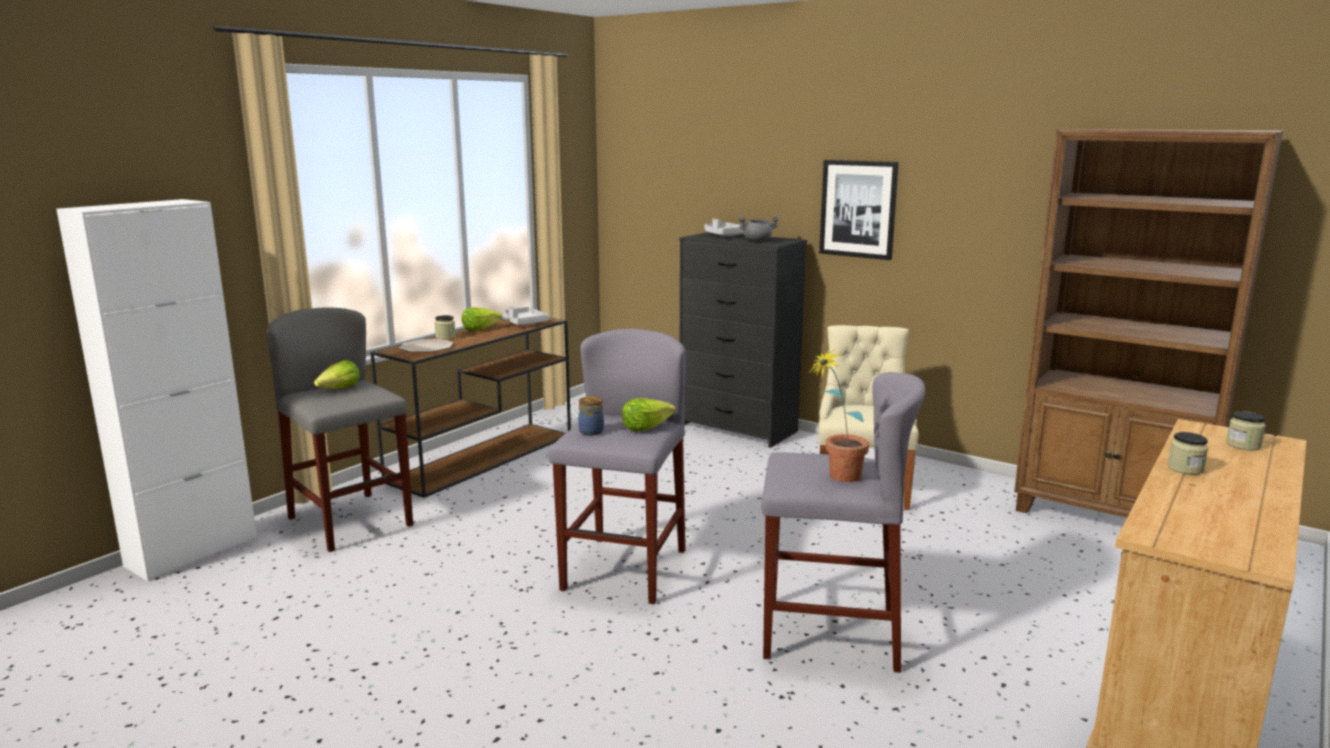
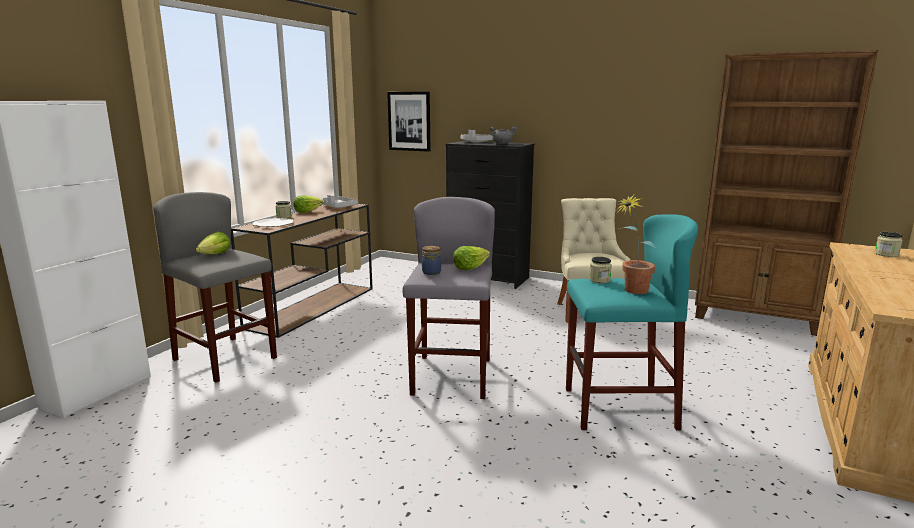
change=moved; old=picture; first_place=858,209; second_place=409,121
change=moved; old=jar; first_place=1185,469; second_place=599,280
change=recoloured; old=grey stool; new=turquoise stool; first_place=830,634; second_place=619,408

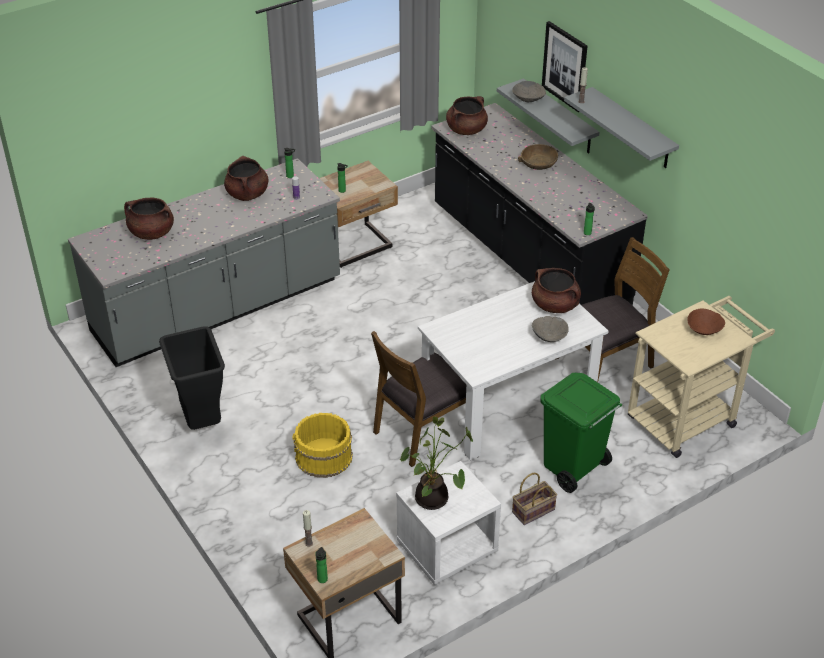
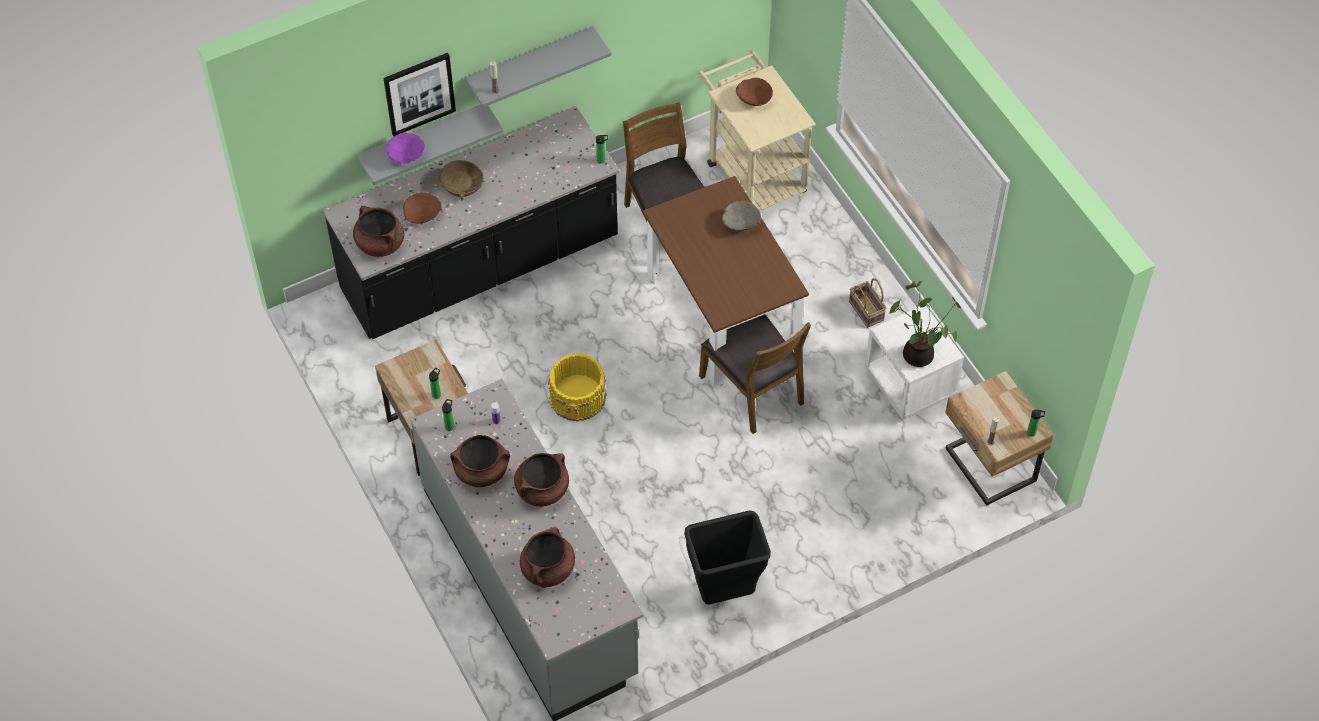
change=removed; old=green trash can; first_place=572,468
change=added; new=brown bowl; second_place=422,215
change=moved; old=yellow bucket; first_place=323,457; second_place=578,397
change=moved; old=brown cooking pot; first_place=555,305; second_place=542,489
change=recoloured; old=white dining table; new=brown dining table; first_place=507,405; second_place=722,314
change=recoloured; old=grey bowl; new=purple bowl; first_place=528,99; second_place=406,155

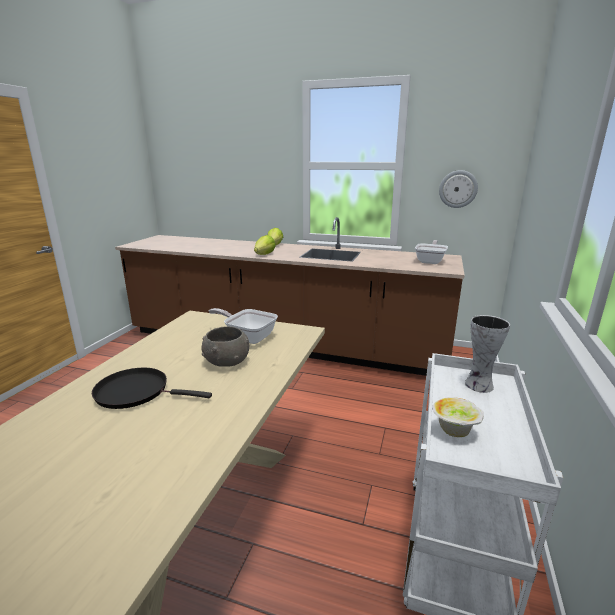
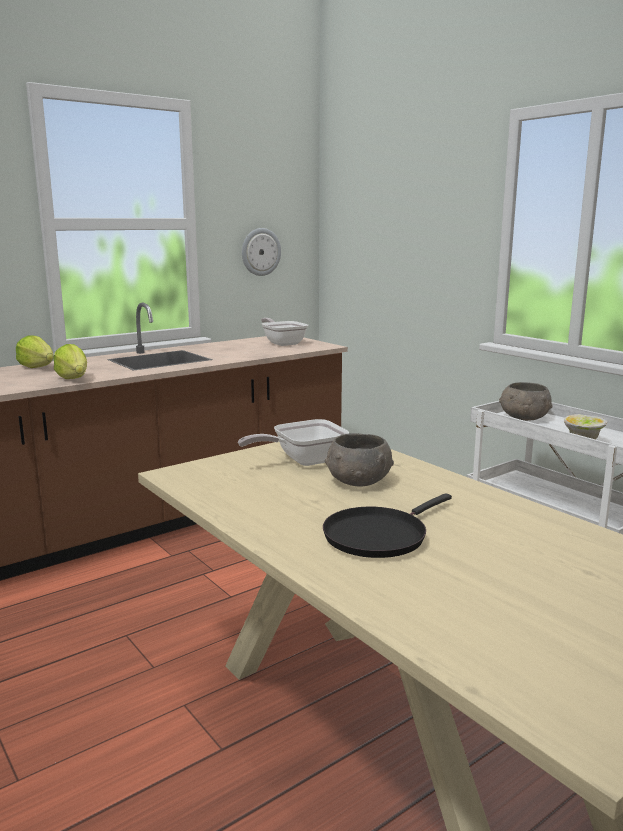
change=replaced; old=vase; new=grey bowl; first_place=477,385; second_place=524,418

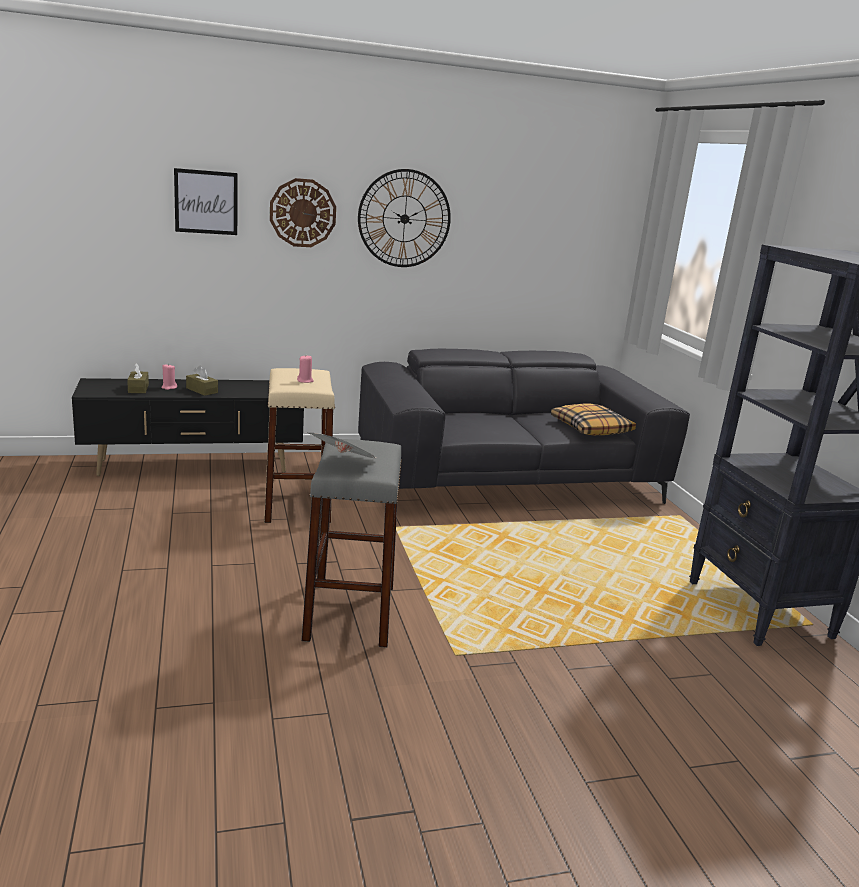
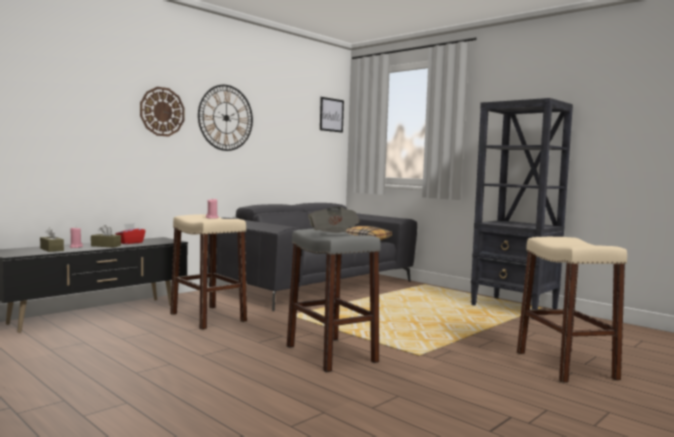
change=added; new=red tissue box; second_place=130,243
change=added; new=beige stool; second_place=565,366
change=moved; old=picture; first_place=206,202; second_place=331,115

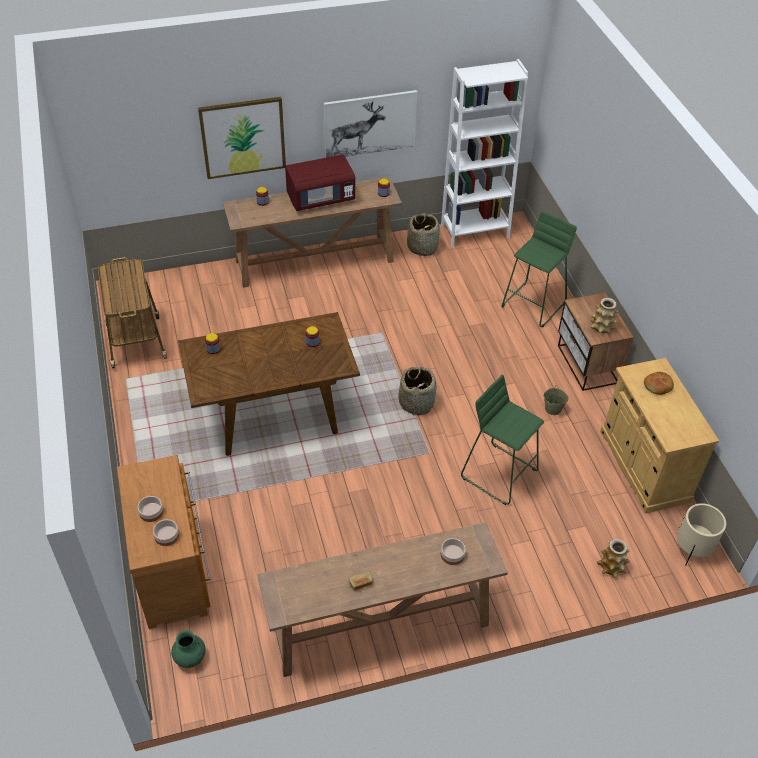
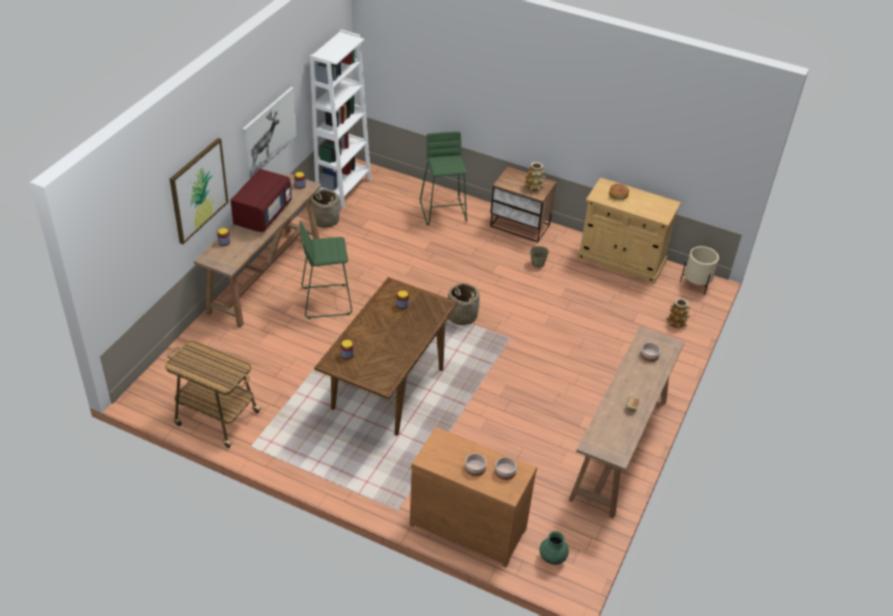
change=moved; old=green stool; first_place=499,473; second_place=326,301

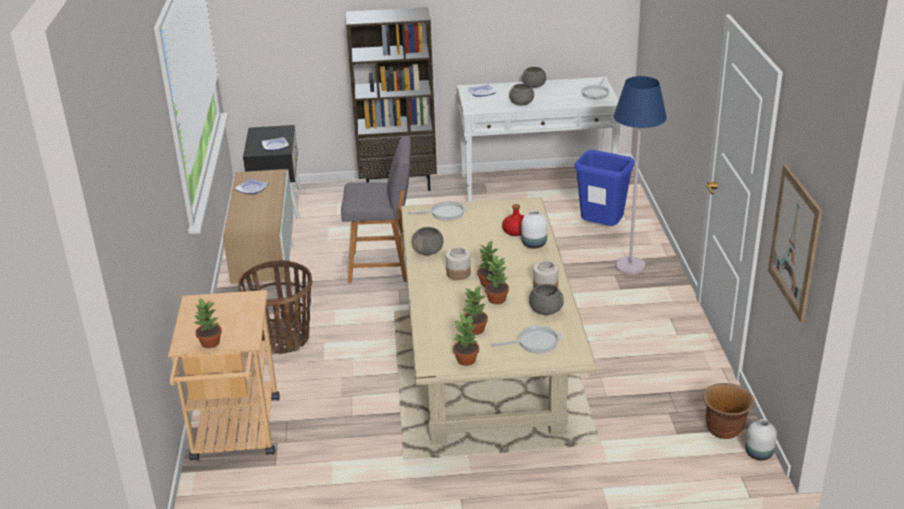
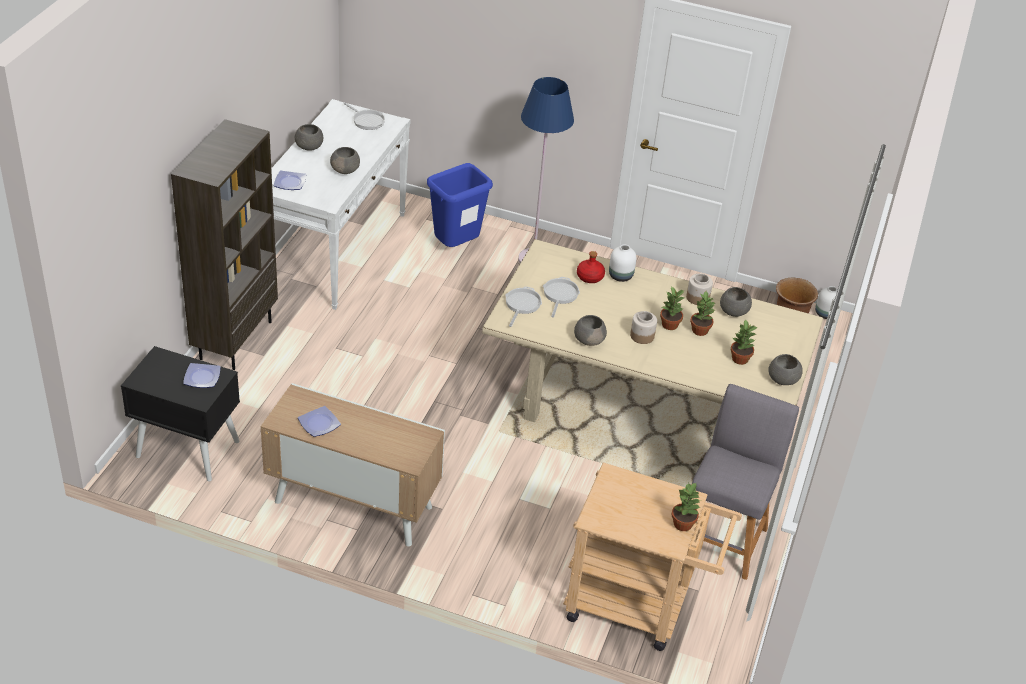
change=removed; old=basket; first_place=283,339
change=removed; old=picture; first_place=794,242
change=moved; old=grey stool; first_place=383,266; second_place=723,537
change=moved; old=frying pan; first_place=534,342; second_place=560,295
change=replaced; old=potted plant; new=grey bowl; first_place=466,360; second_place=782,379

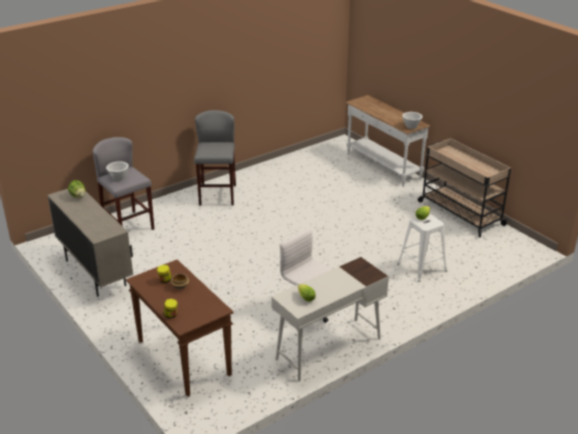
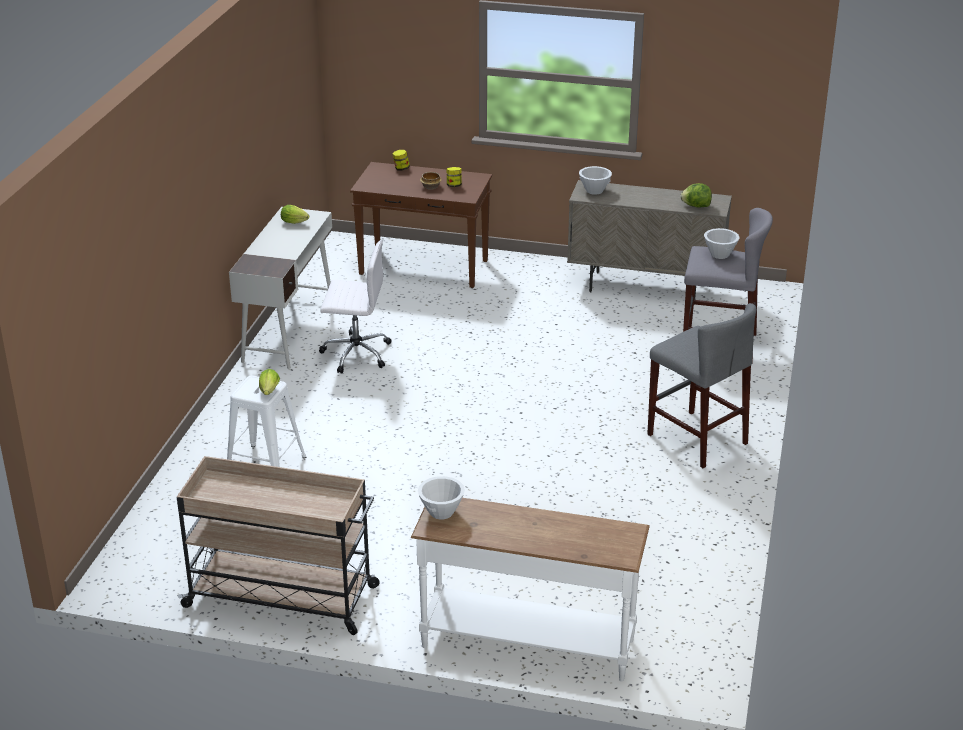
change=added; new=white bowl; second_place=594,191

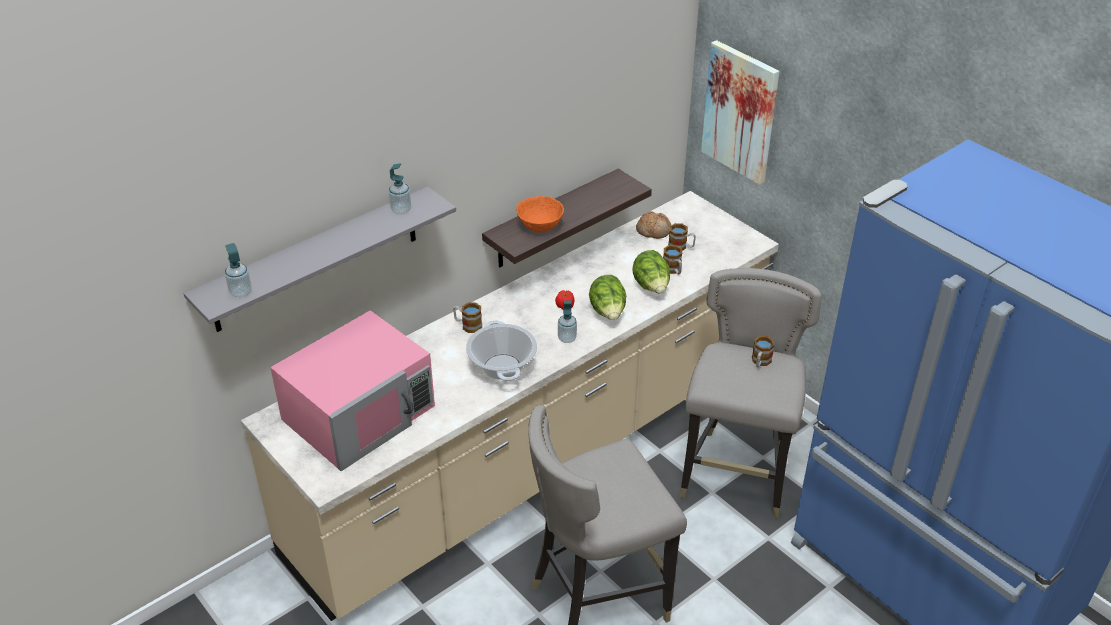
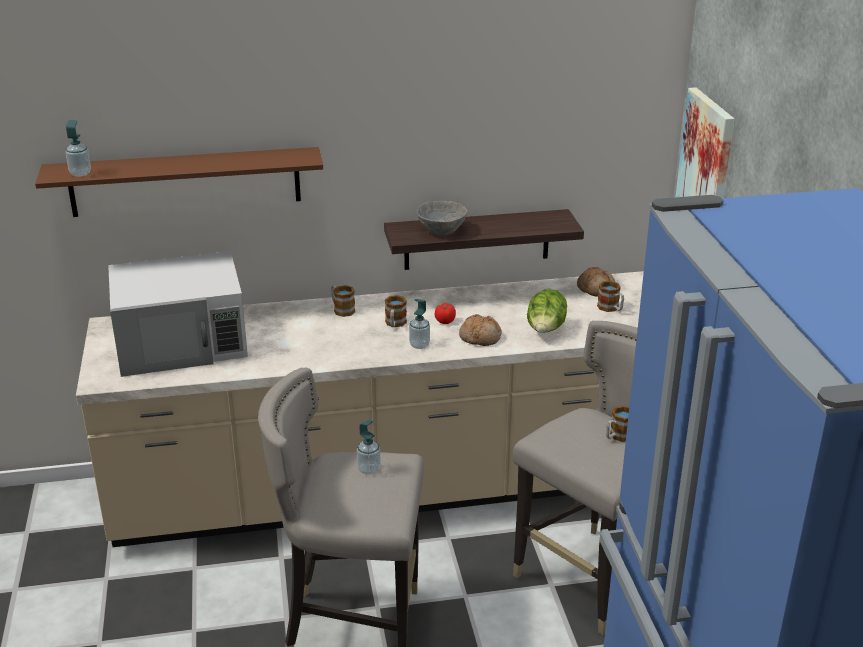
change=removed; old=cooking pot; first_place=502,367
change=moved; old=soap dispenser; first_place=401,210; second_place=369,469
change=moved; old=mug; first_place=673,270; second_place=395,324
change=replaced; old=lettuce; new=bread; first_place=608,312; second_place=480,337
change=recoloured; old=grey shelf; new=brown shelf; first_place=316,260; second_place=185,182
change=recoloured; old=pink microwave; new=white microwave; first_place=360,413; second_place=182,342
change=recoloured; old=orange bowl; new=grey bowl; first_place=540,226; second_place=441,231

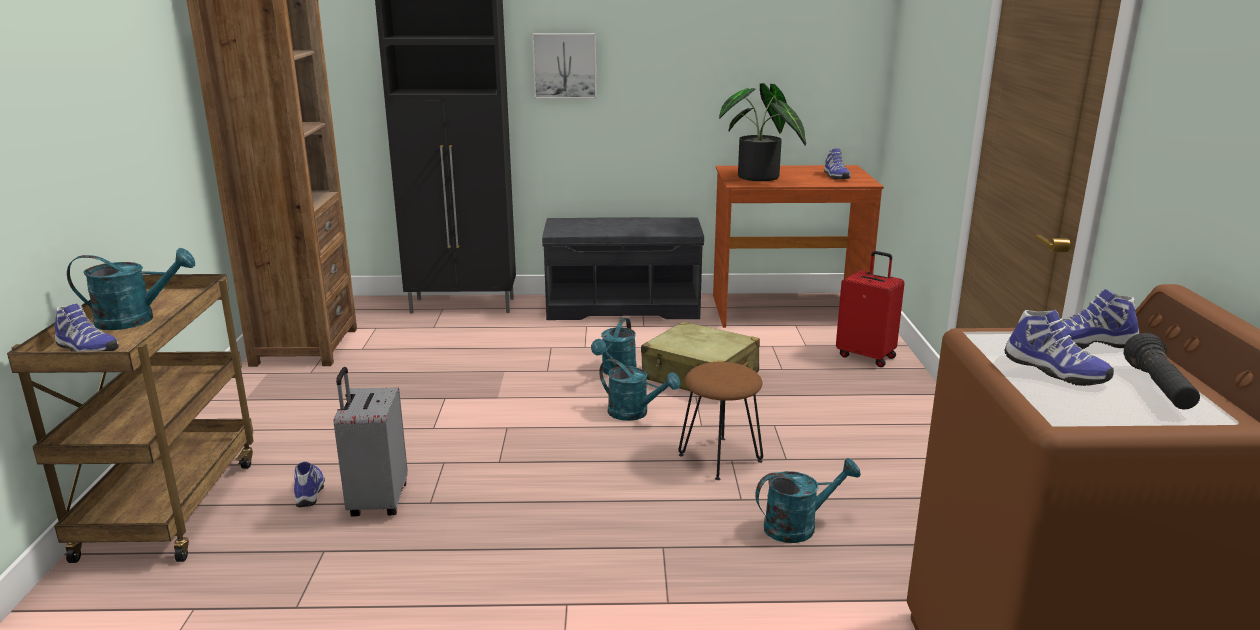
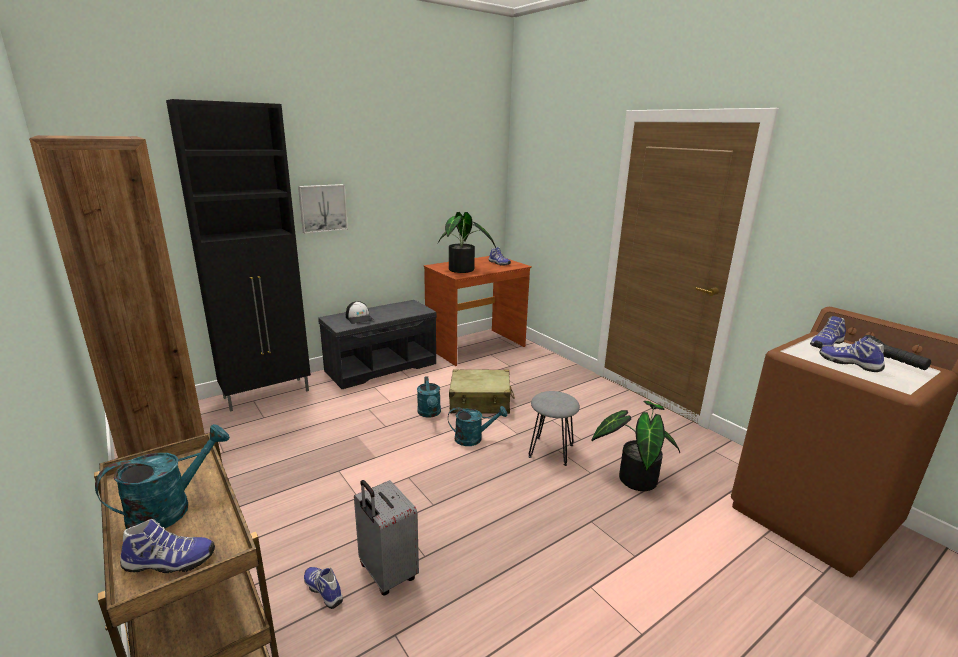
change=removed; old=red suitcase; first_place=866,356
change=added; new=cap; second_place=359,318
change=replaced; old=turquoise watering can; new=potted plant; first_place=798,526; second_place=633,477
change=recoloured; old=brown stool; new=grey stool; first_place=720,458; second_place=551,450
change=turned; old=shoe; first_place=1053,371; second_place=849,363; degrees=-150

